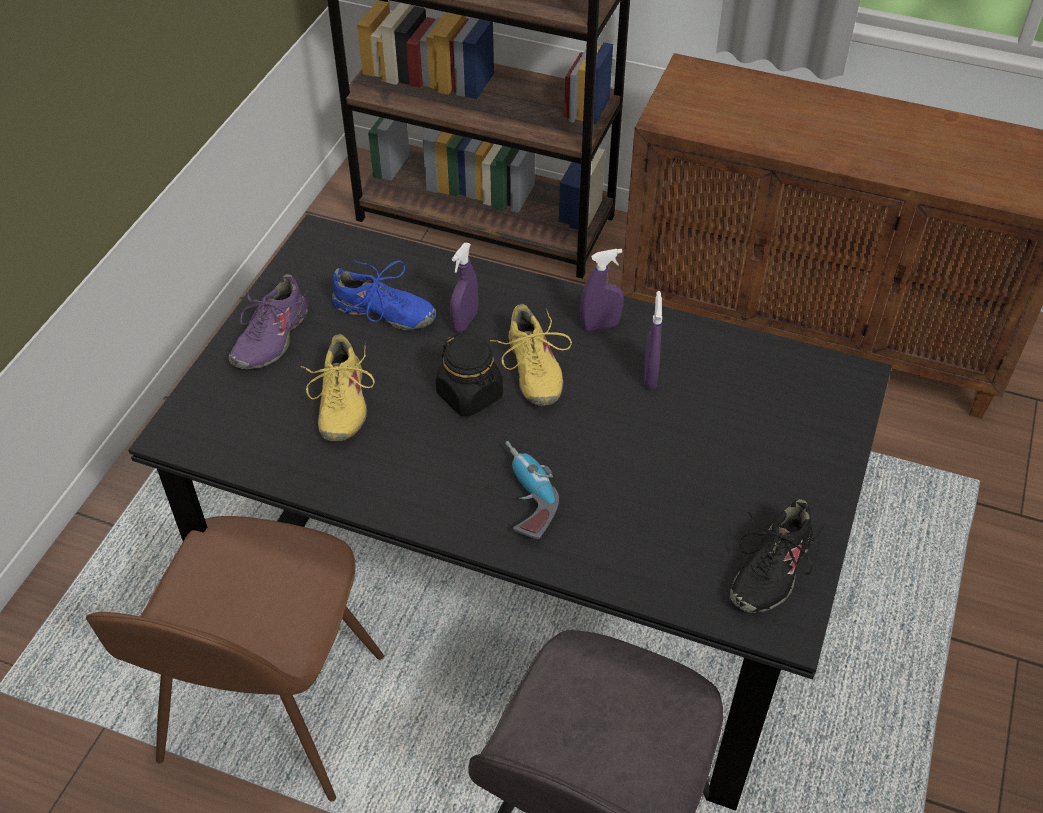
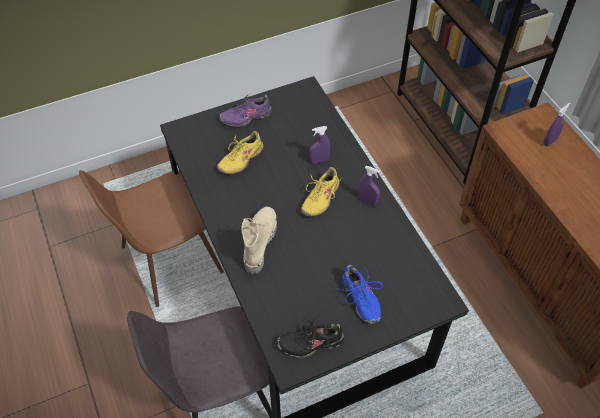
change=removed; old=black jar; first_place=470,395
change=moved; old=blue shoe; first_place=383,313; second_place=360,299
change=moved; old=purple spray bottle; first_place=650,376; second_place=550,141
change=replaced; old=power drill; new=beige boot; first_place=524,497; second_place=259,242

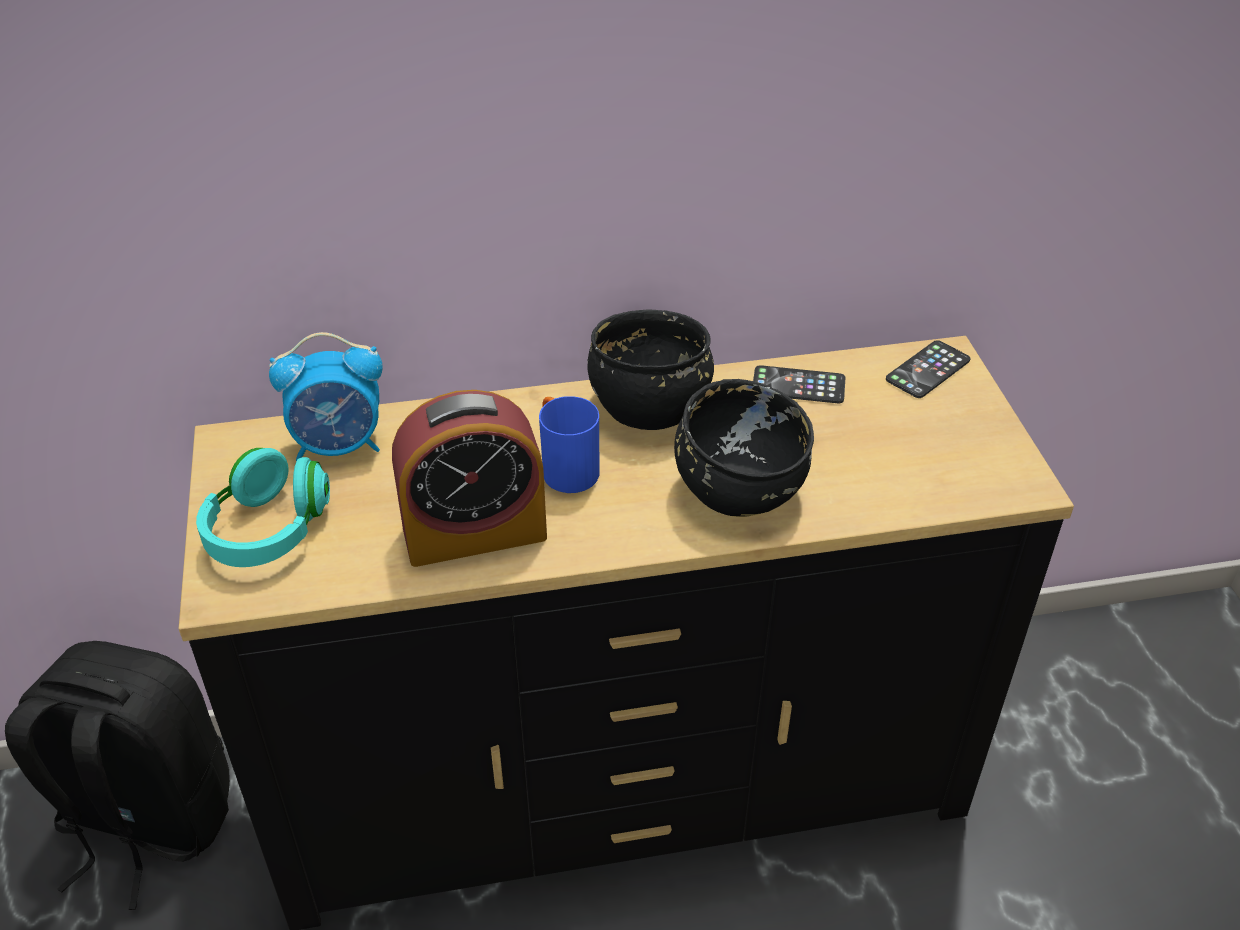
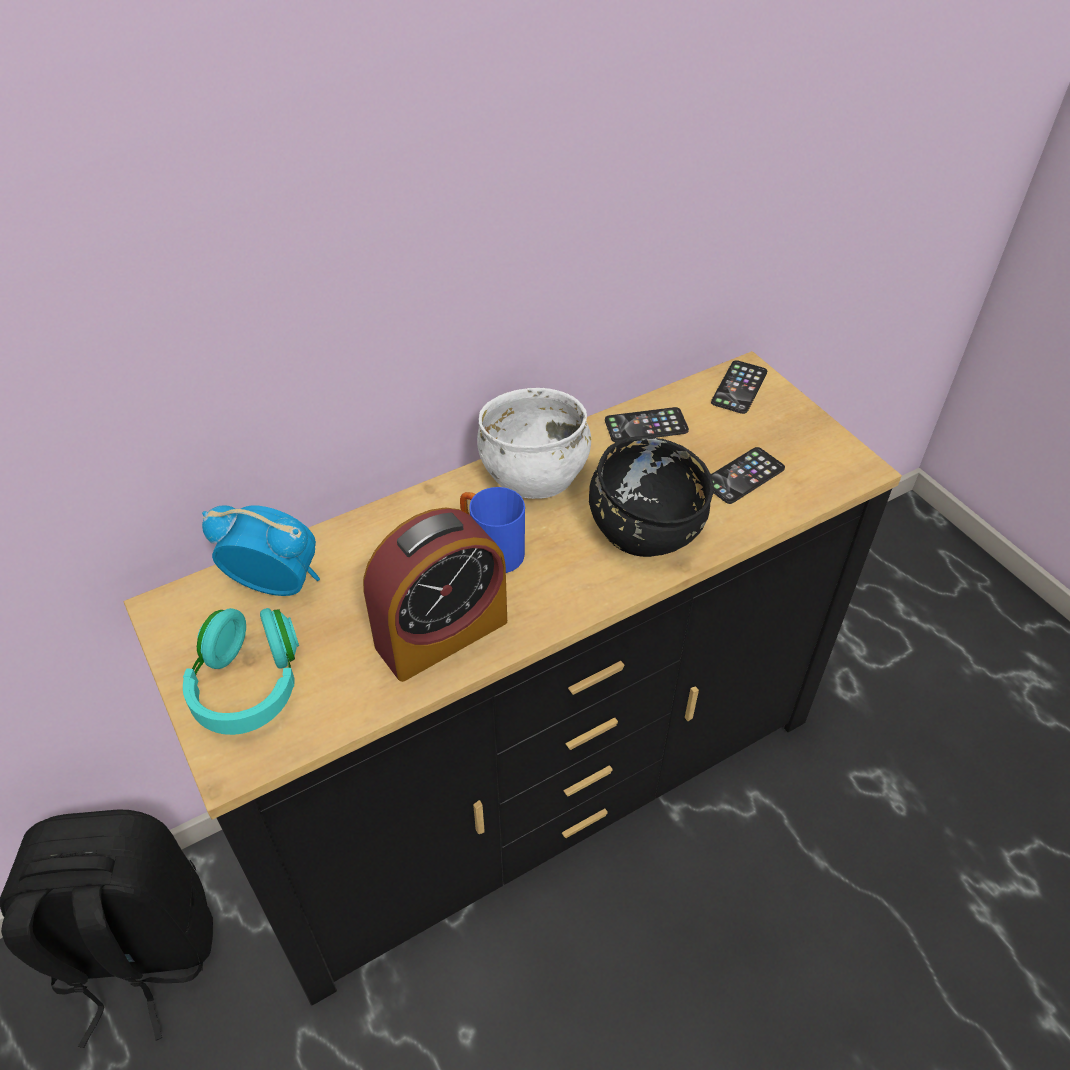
change=added; new=phone; second_place=743,476
change=recoloured; old=black bowl; new=white bowl; first_place=650,406; second_place=534,475
change=turned; old=alarm clock; first_place=339,445; second_place=276,583; degrees=-135

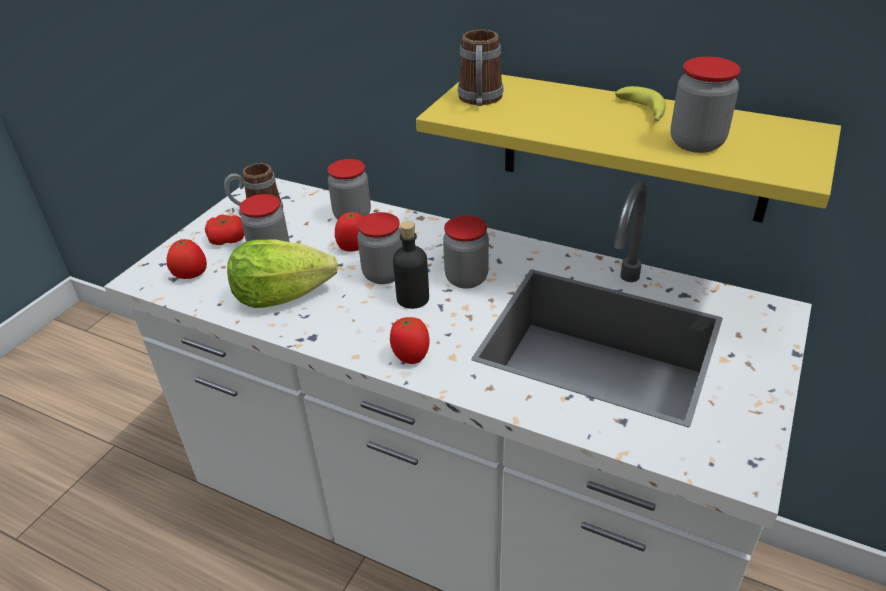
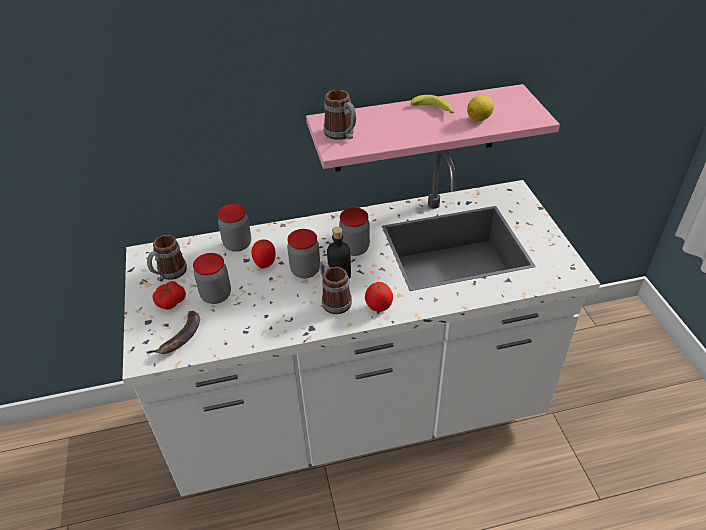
change=removed; old=lettuce; first_place=281,295
change=added; new=mug; second_place=333,299
change=replaced; old=tomato; new=banana; first_place=191,276; second_place=180,337
change=replaced; old=jar; new=lemon; first_place=696,143; second_place=479,118
change=recoloured; old=yellow shelf; new=pink shelf; first_place=632,146; second_place=416,129

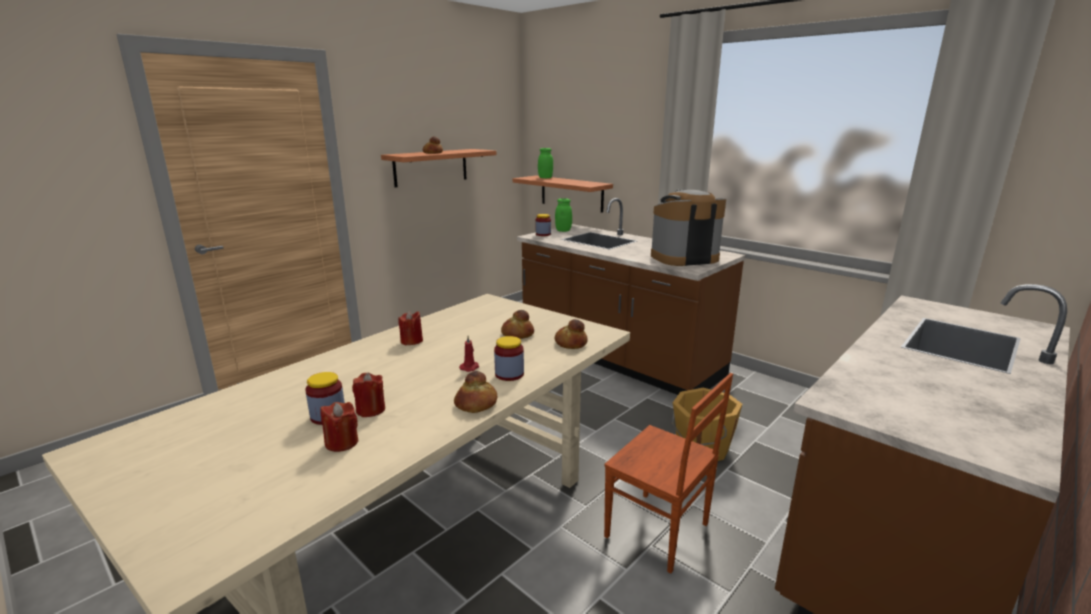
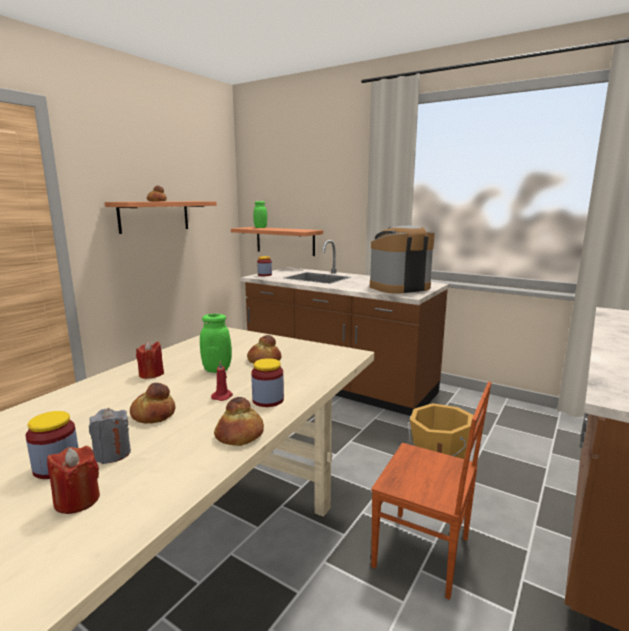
change=moved; old=green jar; first_place=563,230; second_place=217,369
change=moved; old=bread; first_place=570,343; second_place=153,415
change=recoloured; old=red candle; new=grey candle; first_place=370,410; second_place=112,454

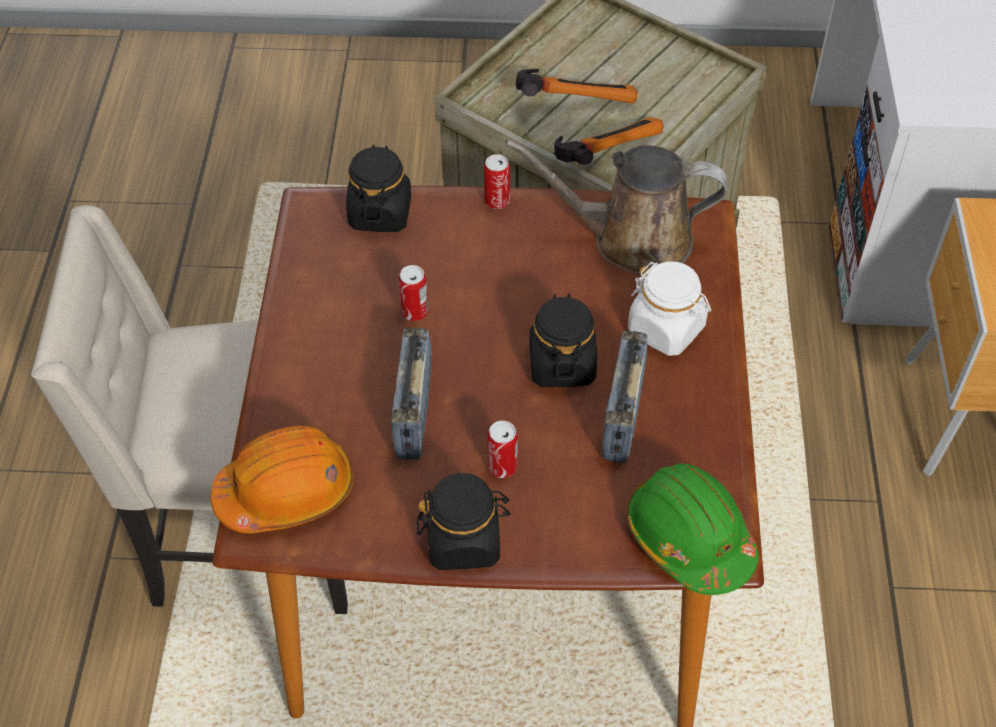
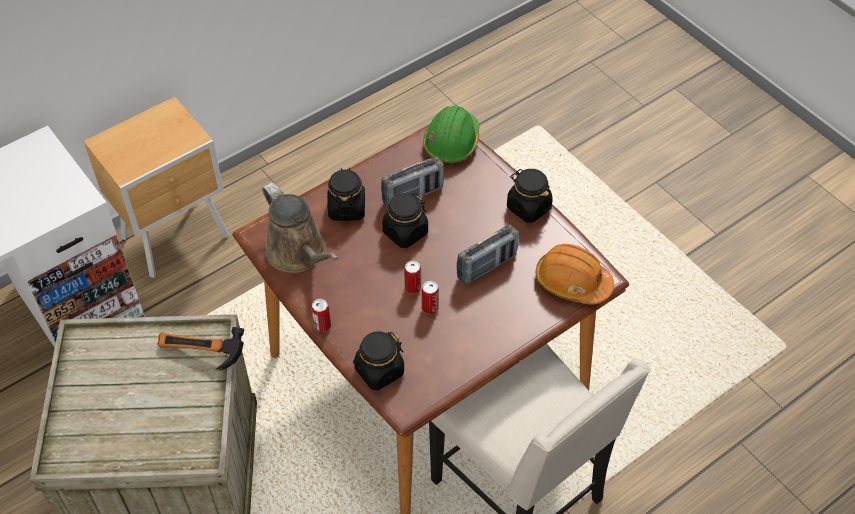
change=removed; old=hammer; first_place=574,100
change=moved; old=can; first_place=502,467; second_place=412,287
change=recoloured; old=white jar; new=black jar; first_place=666,329; second_place=347,208

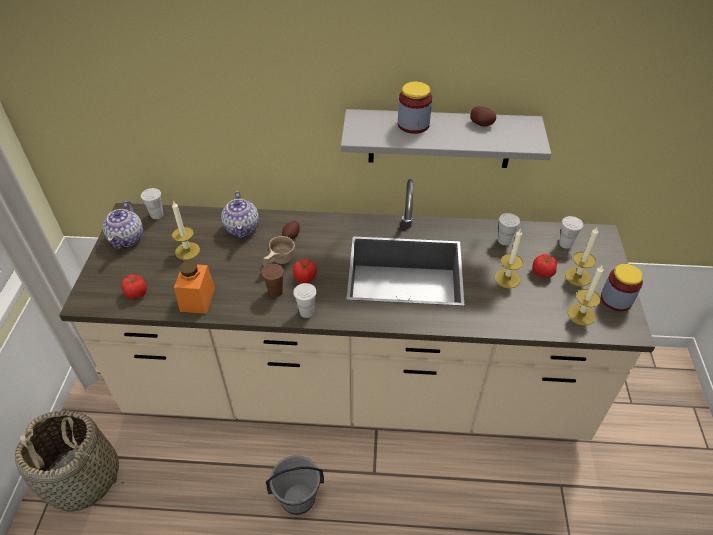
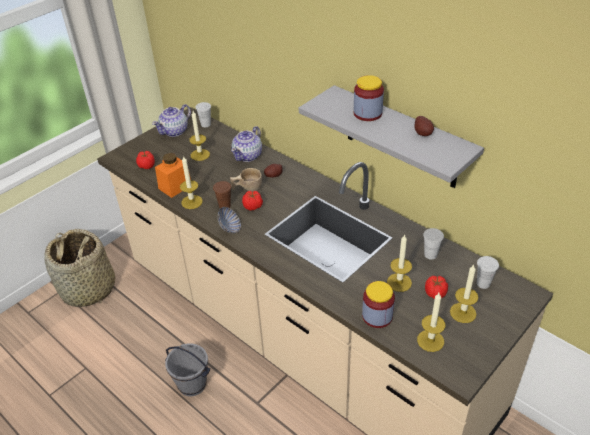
change=added; new=candle; second_place=192,202
change=moved; old=jar; first_place=616,299; second_place=377,316
change=replaced; old=white cup; new=bowl; first_place=306,312; second_place=230,228

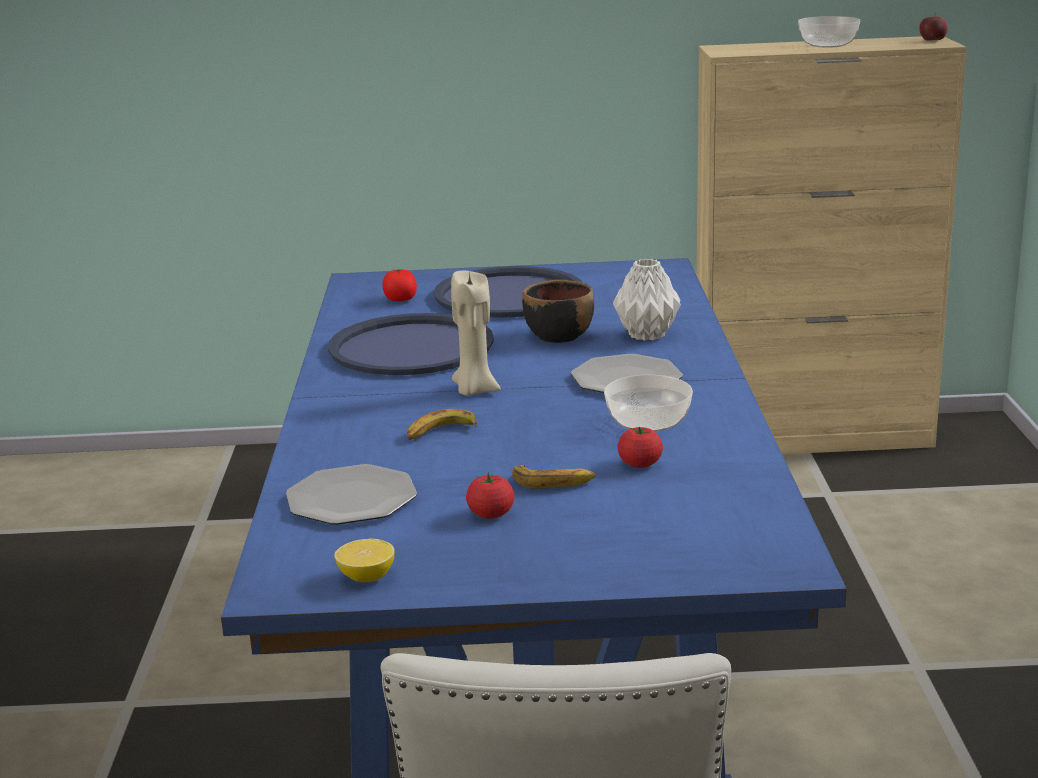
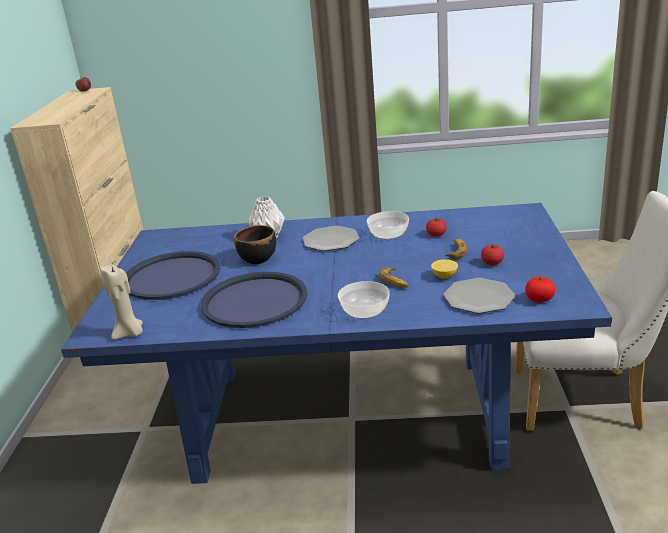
change=moved; old=lemon; first_place=366,577; second_place=444,276
change=moved; old=tomato; first_place=400,300; second_place=539,299
change=moved; old=beige candle; first_place=474,390; second_place=130,333
change=moved; old=bowl; first_place=828,45; second_place=365,311

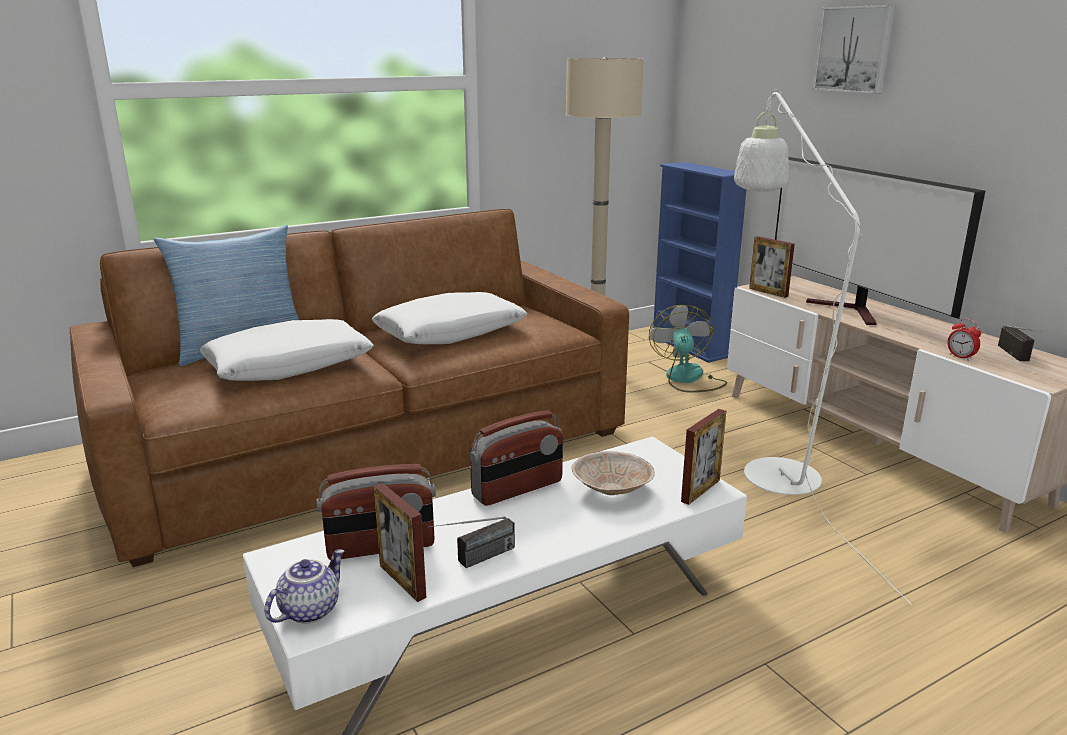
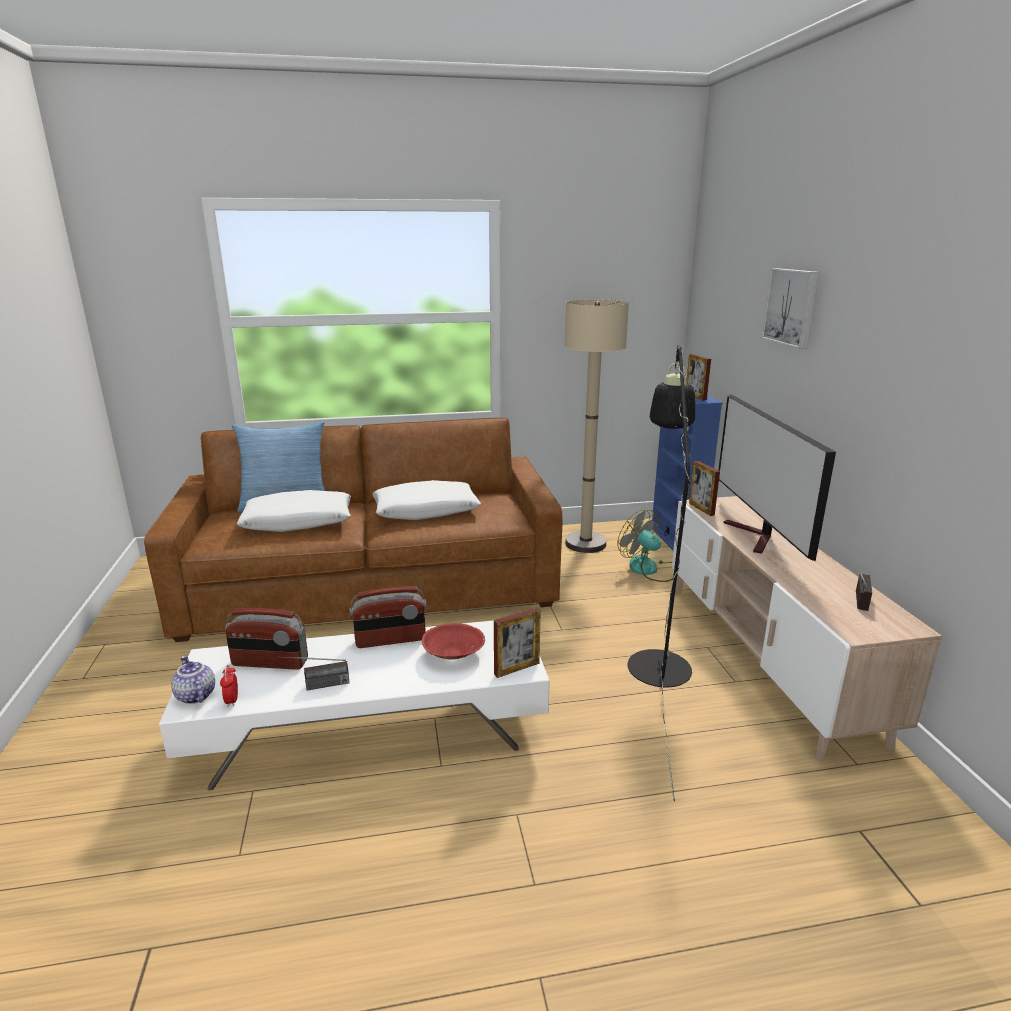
change=moved; old=picture frame; first_place=402,581; second_place=695,397
change=moved; old=alarm clock; first_place=960,357; second_place=232,700
change=recoloured; old=beige bowl; new=red bowl; first_place=612,489; second_place=454,654
change=recoloured; old=white floor lamp; new=black floor lamp; first_place=771,466; second_place=657,657
change=turned; old=teapot; first_place=309,610; second_place=194,696; degrees=-90
change=turned; old=fan; first_place=687,379; second_place=649,569; degrees=-60

